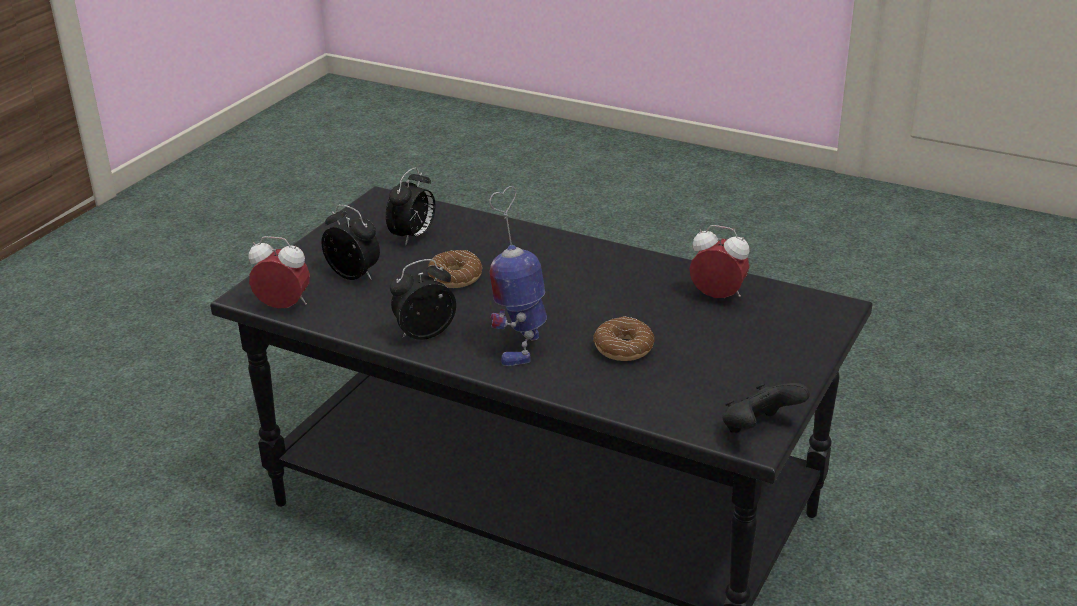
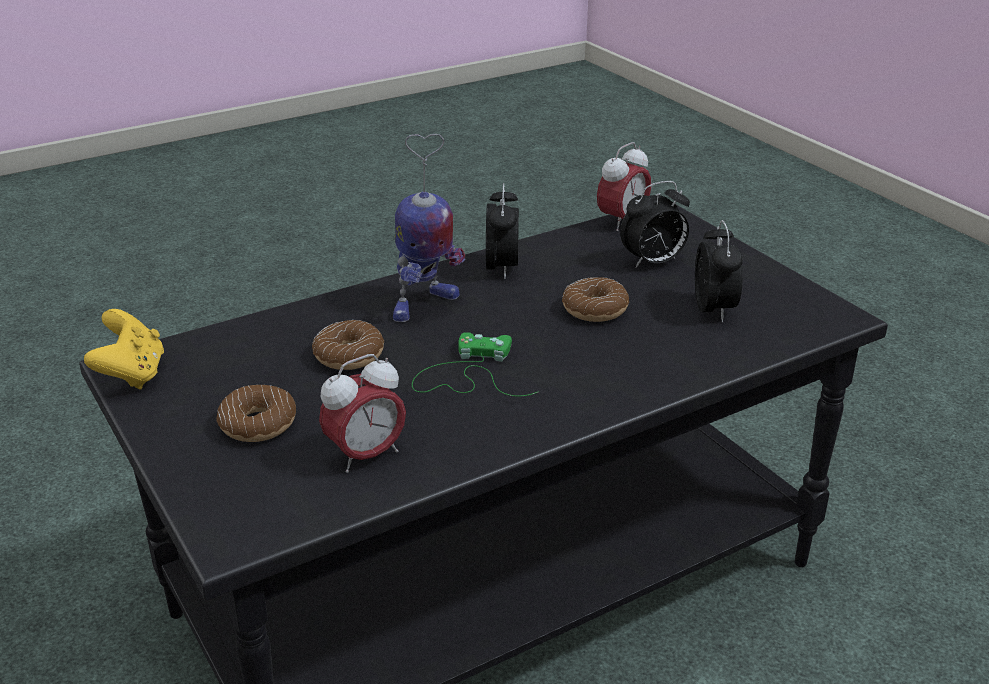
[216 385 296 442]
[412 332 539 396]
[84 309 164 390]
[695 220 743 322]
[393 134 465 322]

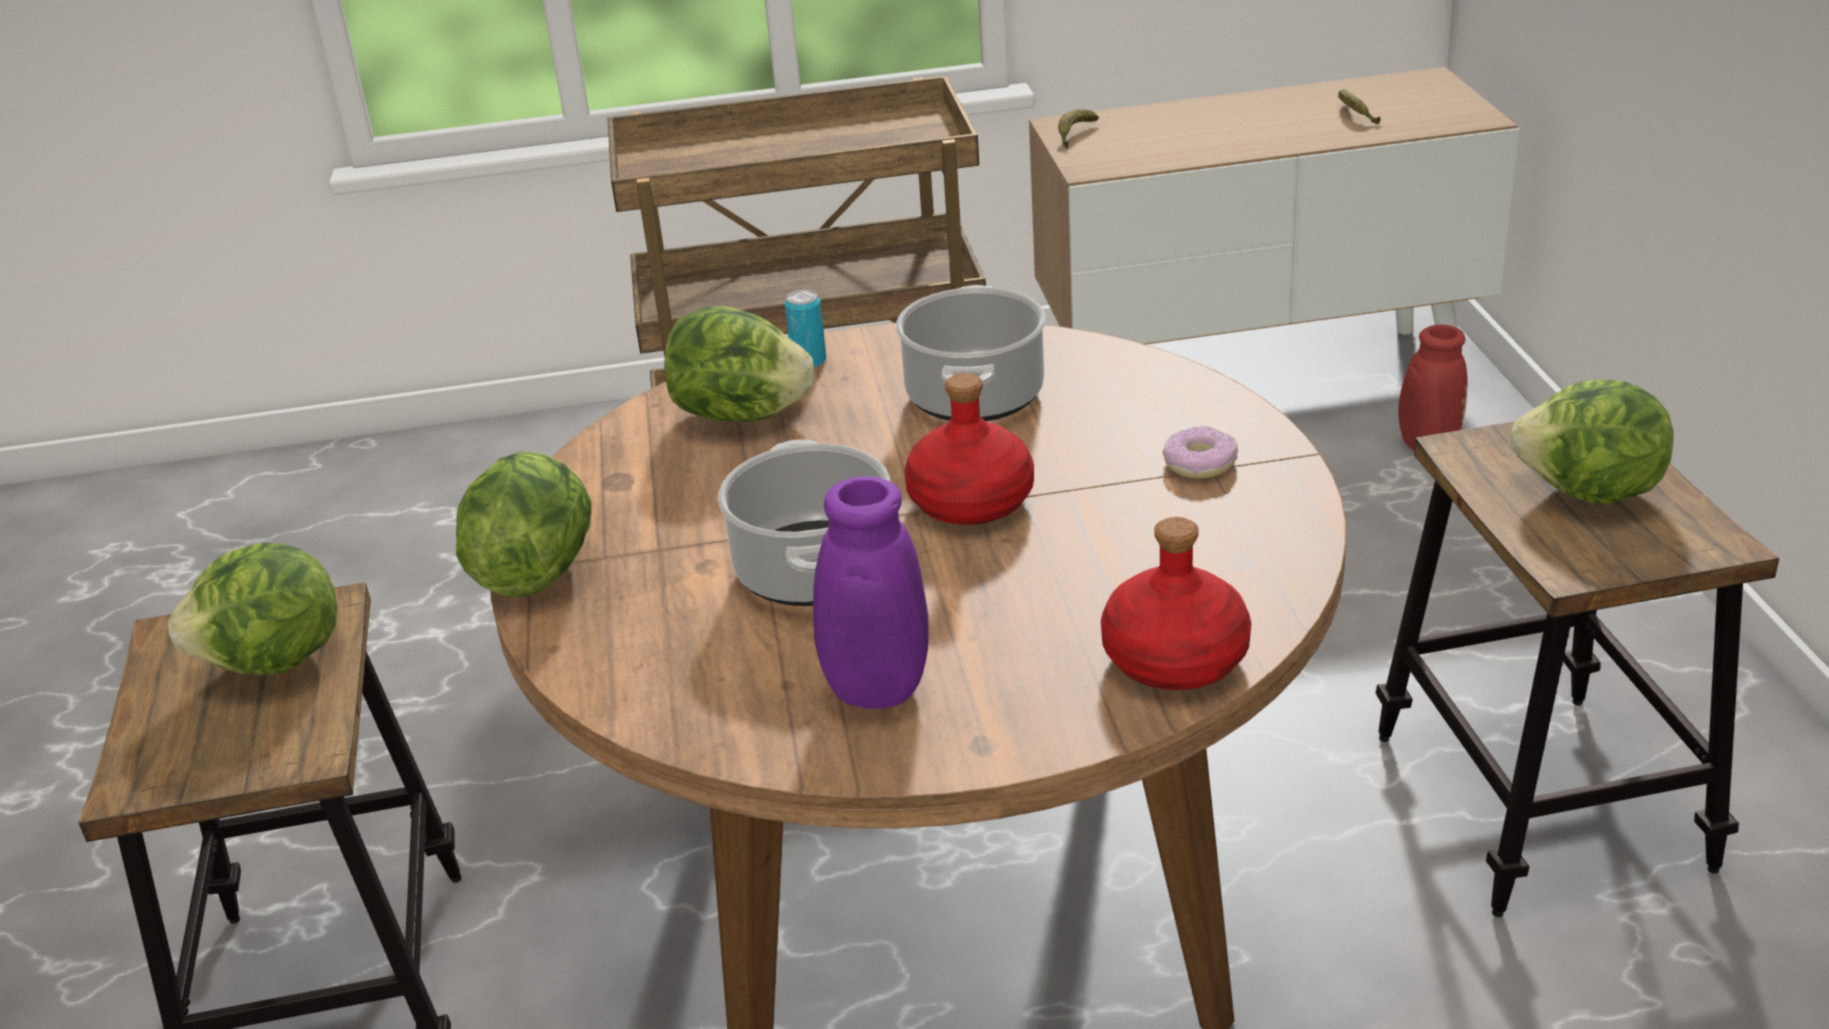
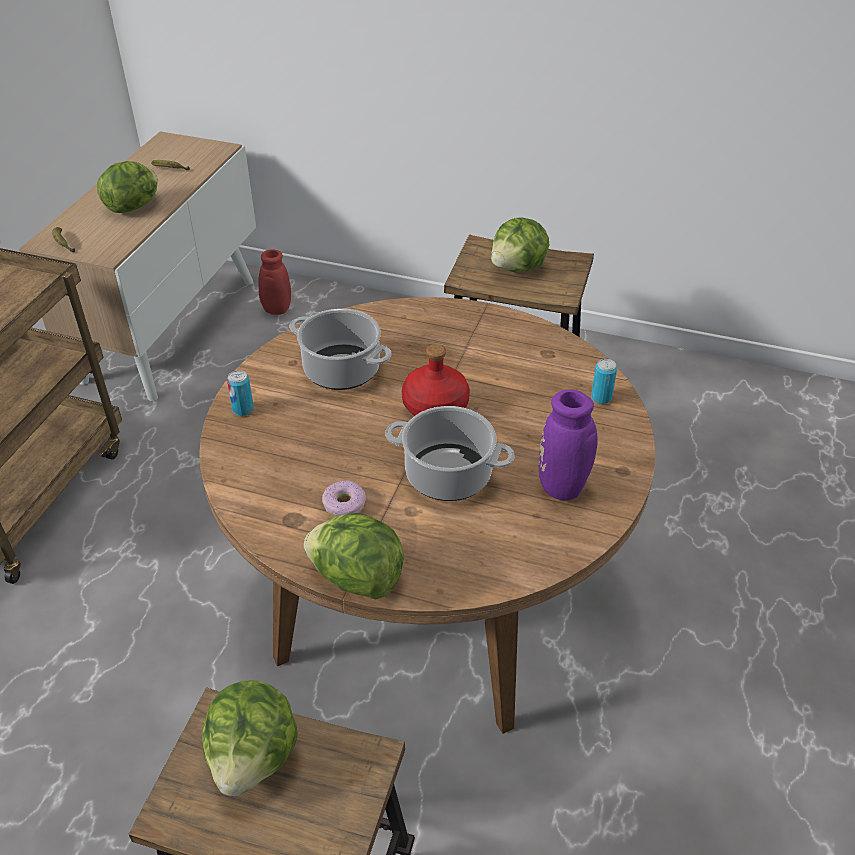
[97 161 158 213]
[322 480 366 516]
[591 359 617 404]

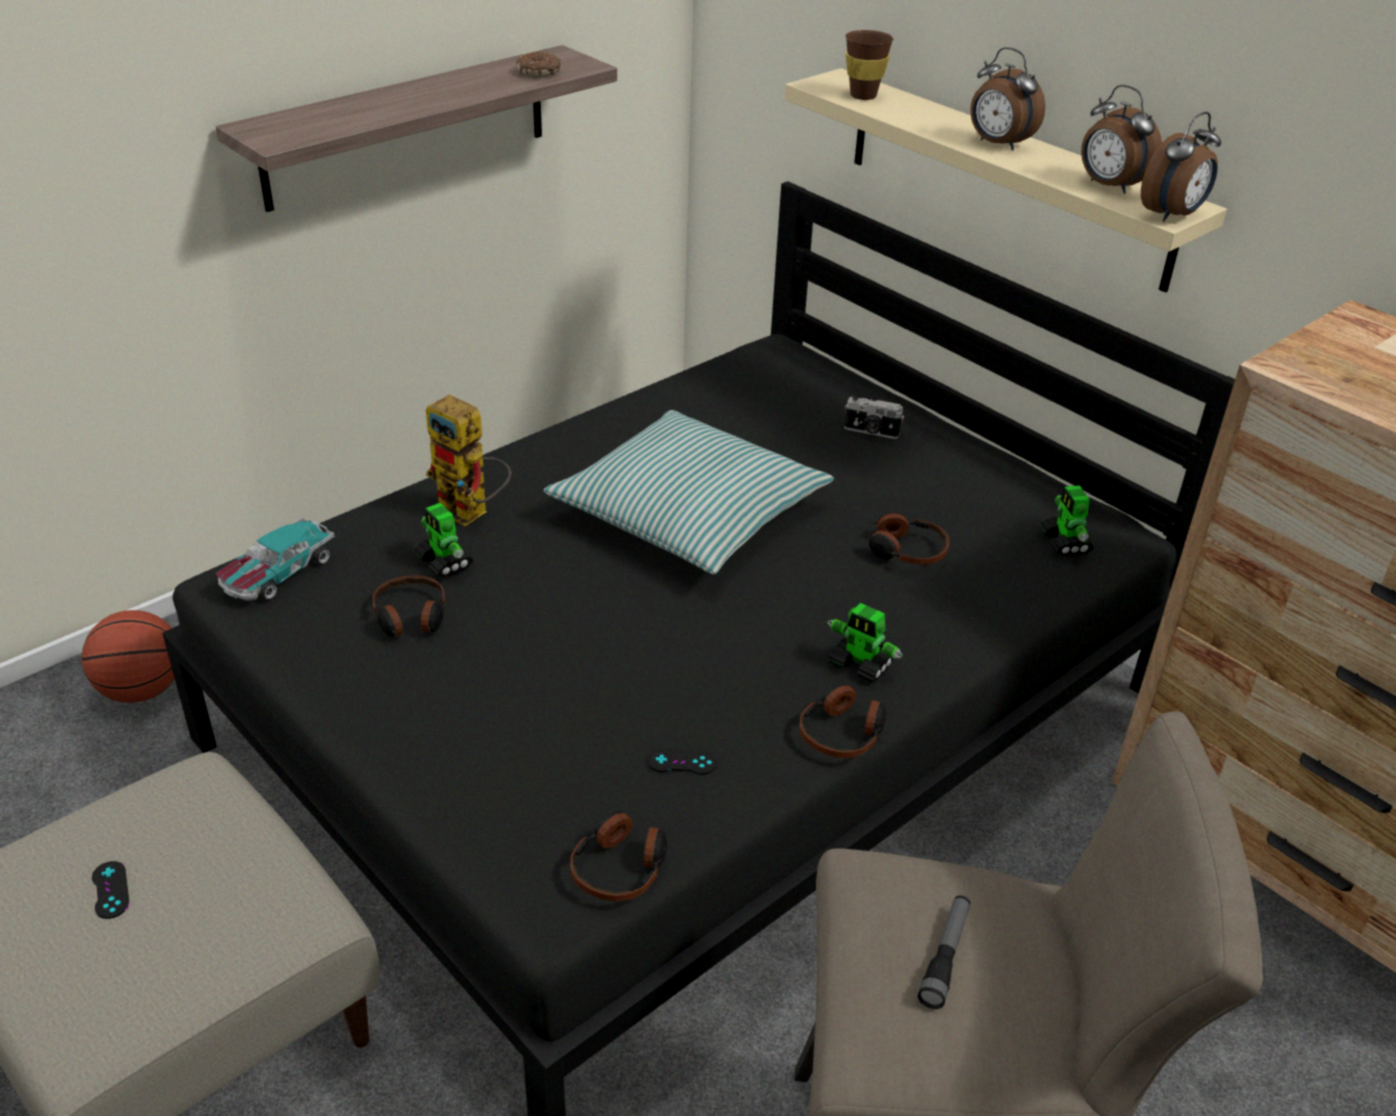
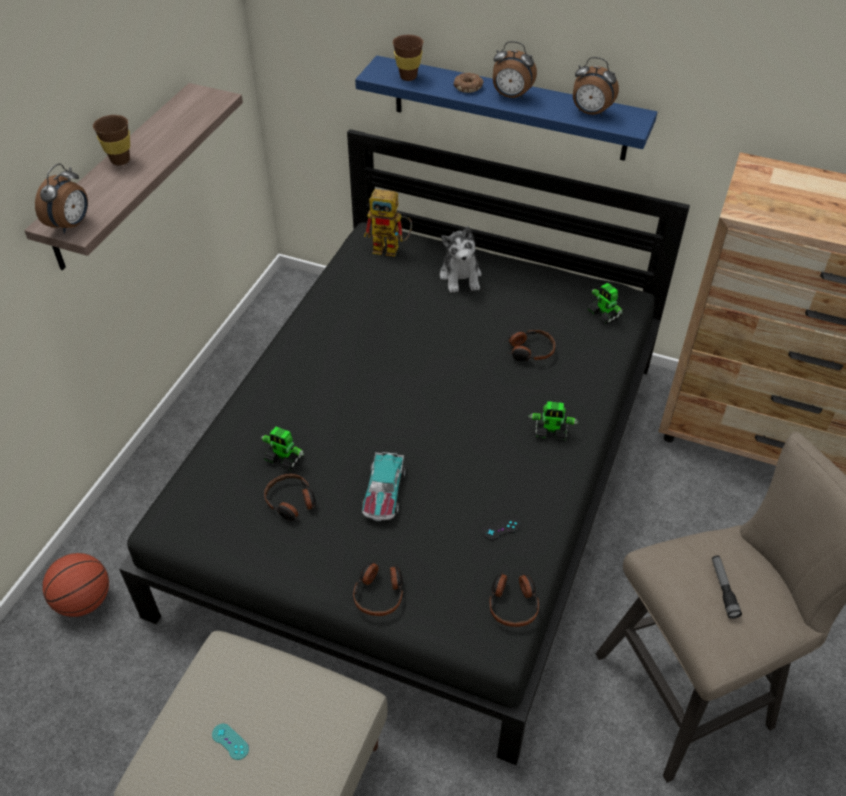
[544 410 834 574] (first image)
[93 115 130 165]
[362 452 406 521]
[364 189 412 257]
[454 73 484 93]
[353 560 403 616]
[35 164 88 233]
[440 226 482 293]
[212 724 249 760]
[355 55 657 161]

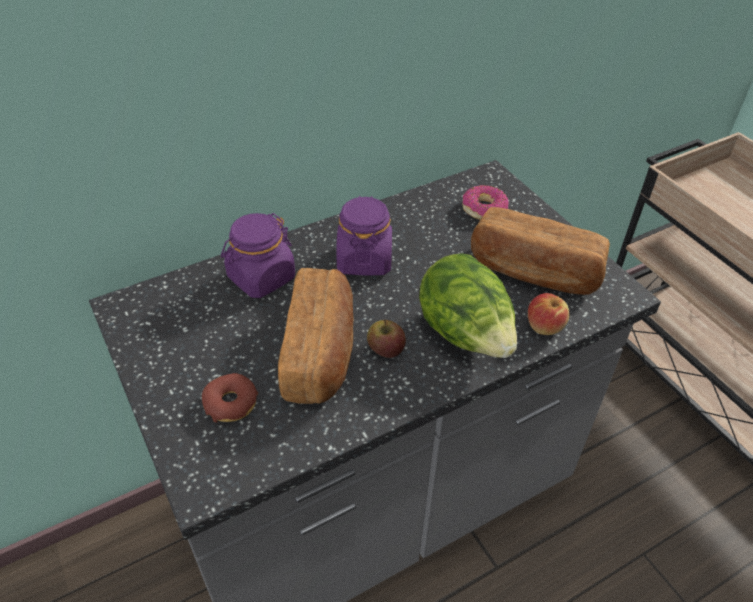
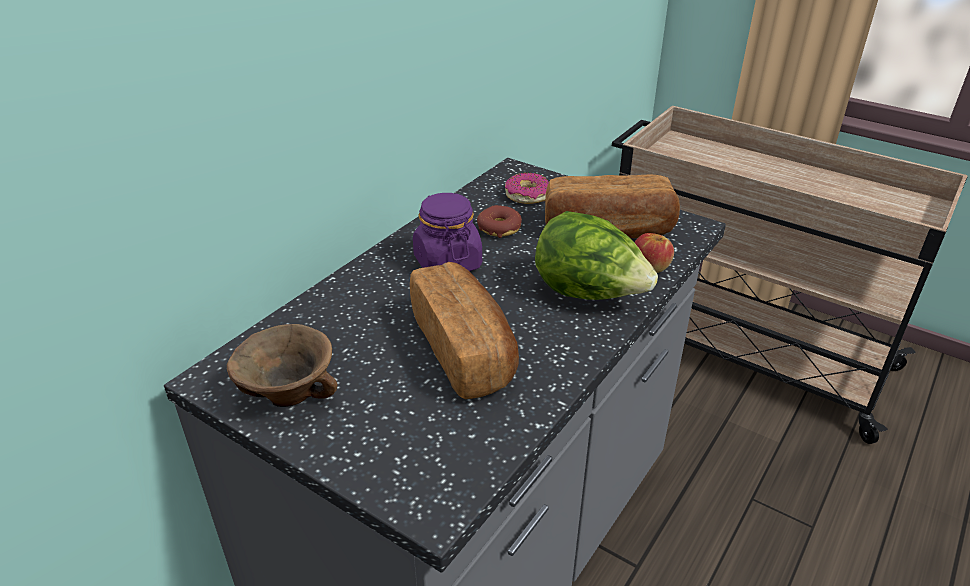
[221 213 295 298] (first image)
[367 319 406 358] (first image)
[227 324 337 407]
[477 205 522 238]

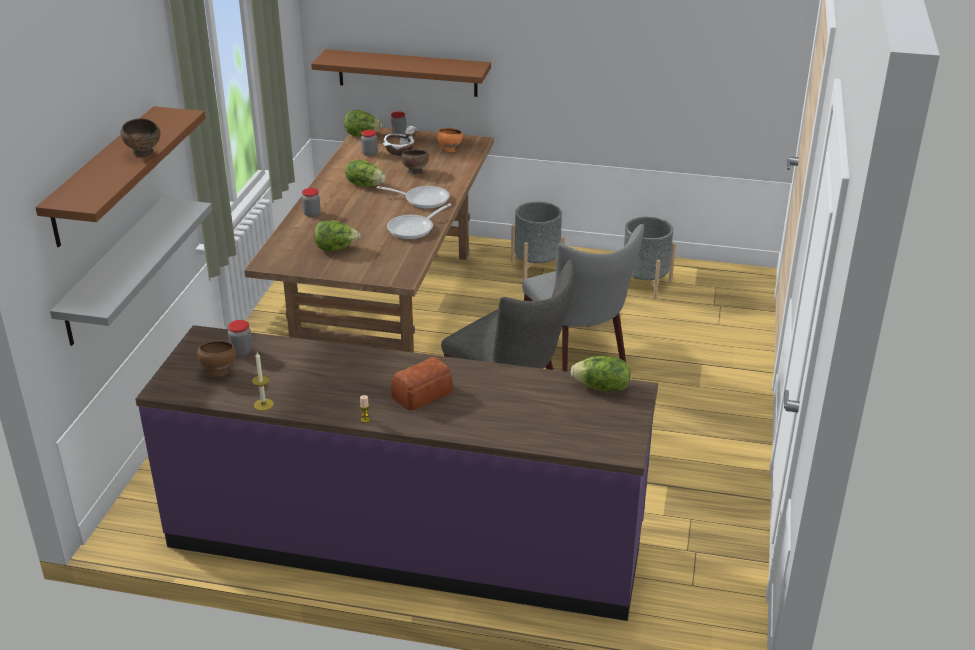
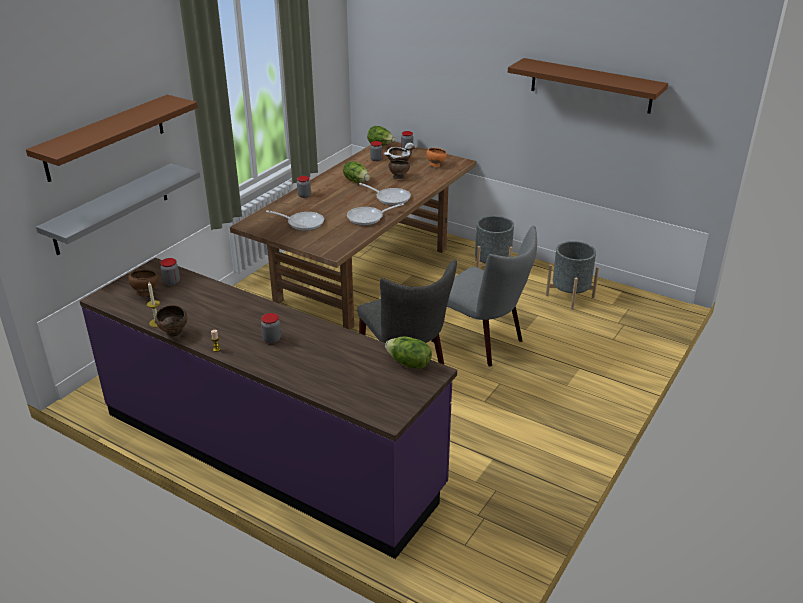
[155 305 187 337]
[508 58 668 114]
[266 210 324 231]
[261 313 281 343]
[431 225 537 367]

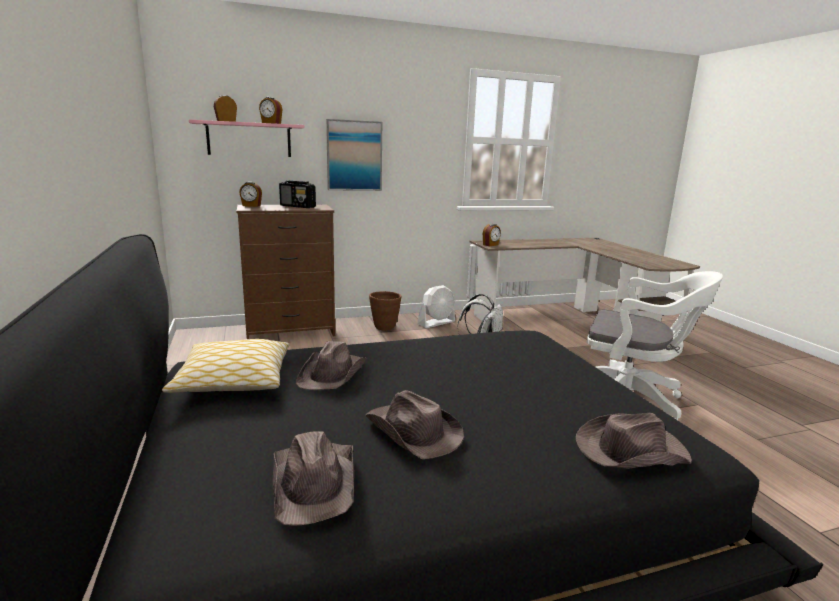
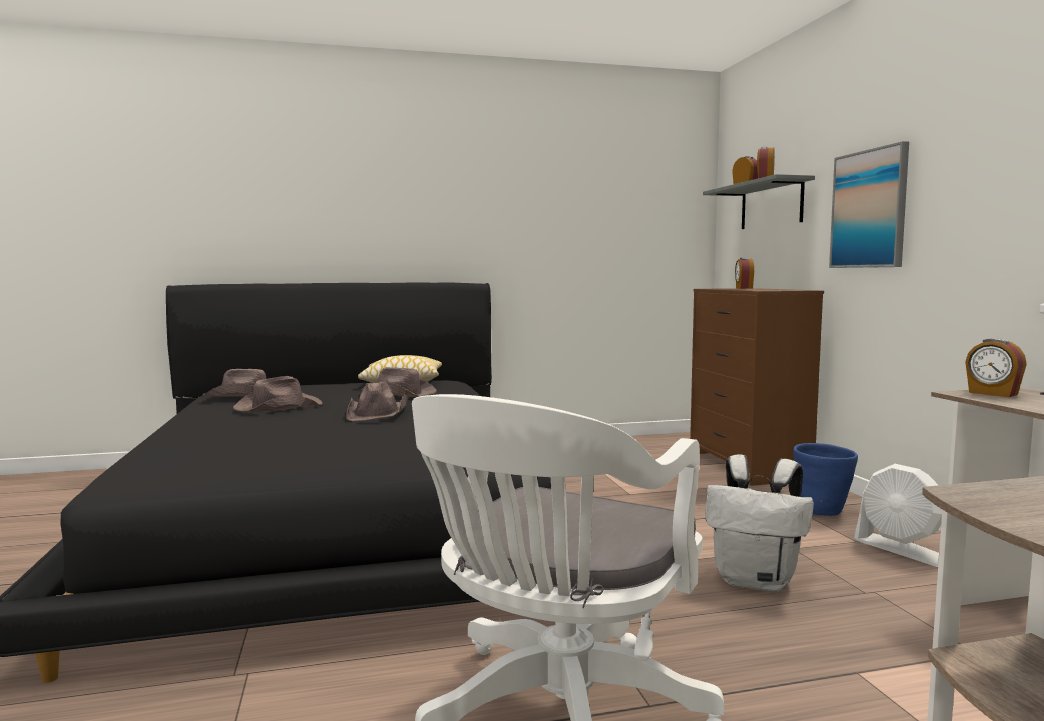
[279 180 316 208] (first image)
[346 382 409 421]
[703 174 815 229]
[793 443 858 516]

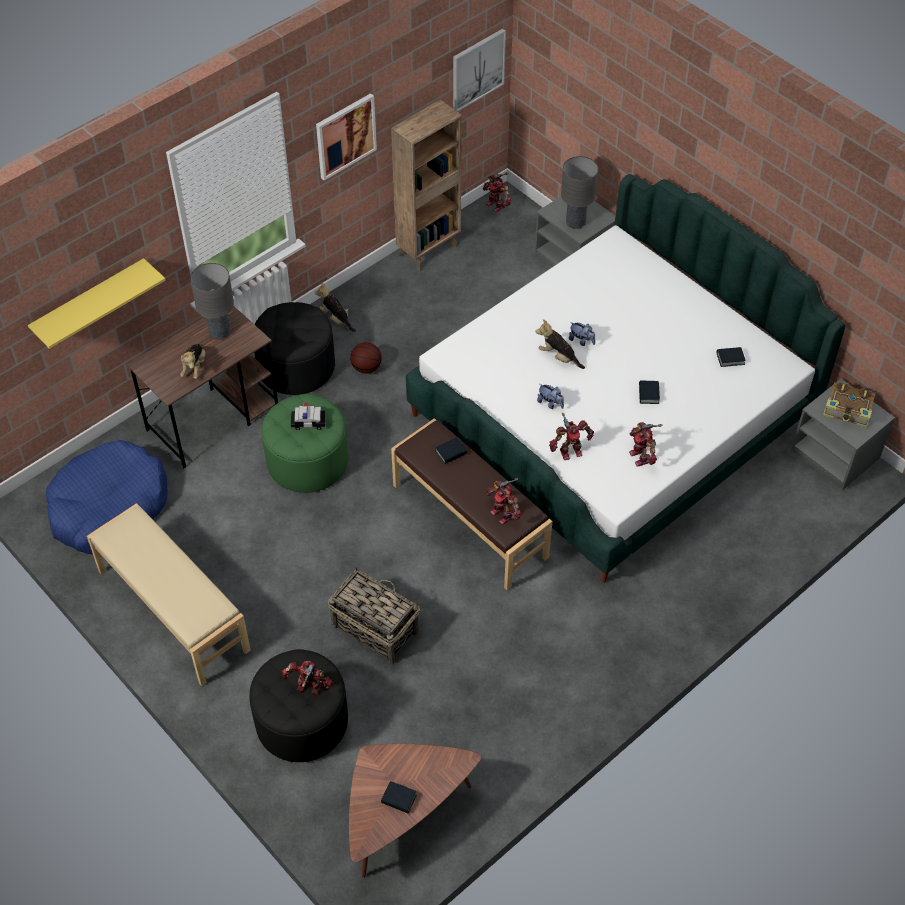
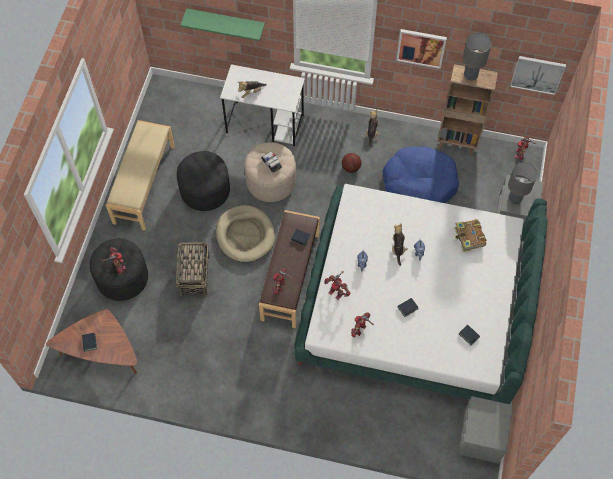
[216 205 275 262]
[382 146 459 203]
[463 33 492 81]
[177 151 230 211]
[455 219 486 252]
[180 8 265 41]
[220 64 305 146]
[245 142 296 202]

